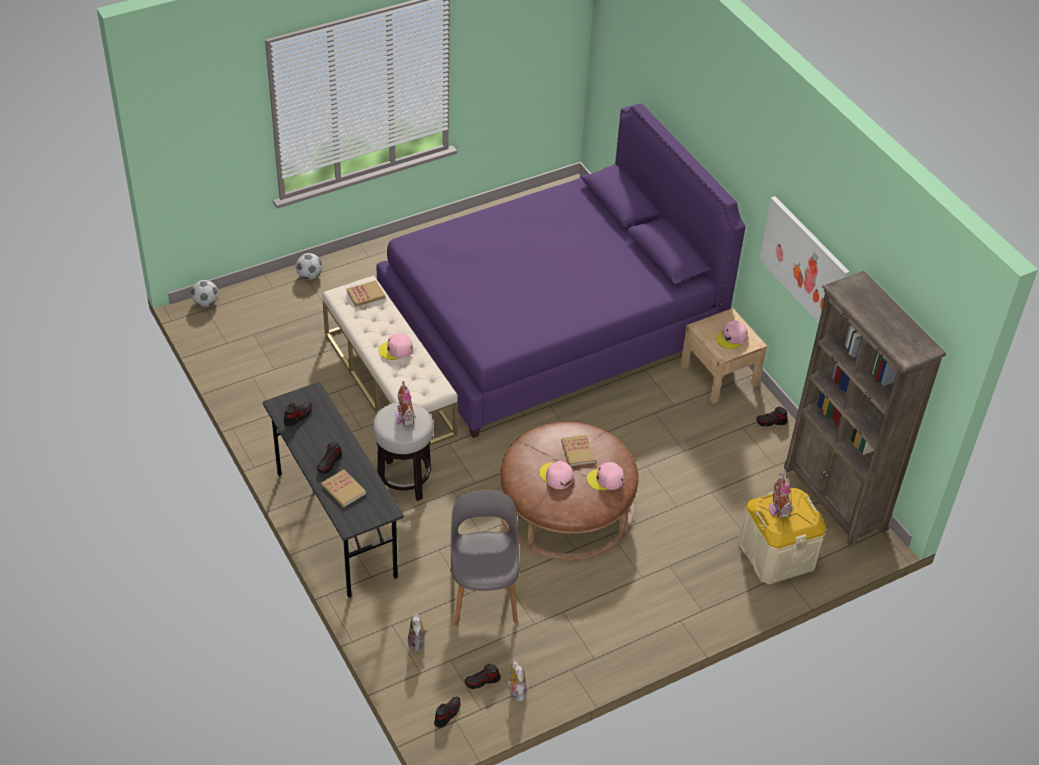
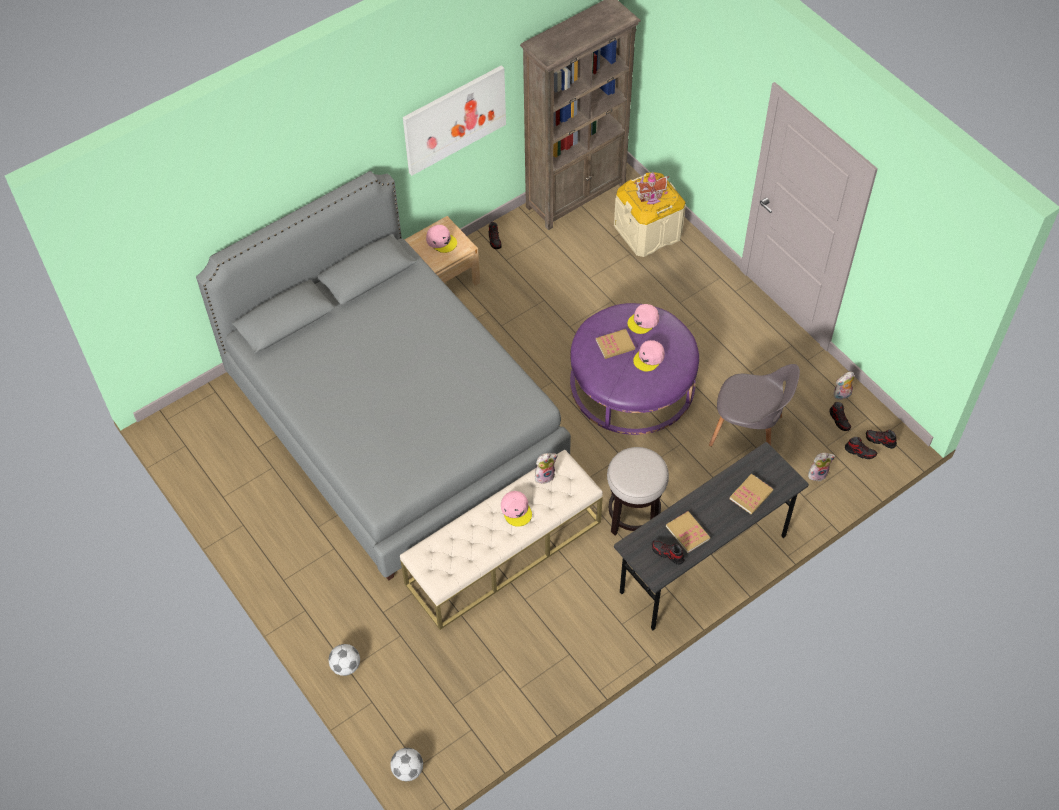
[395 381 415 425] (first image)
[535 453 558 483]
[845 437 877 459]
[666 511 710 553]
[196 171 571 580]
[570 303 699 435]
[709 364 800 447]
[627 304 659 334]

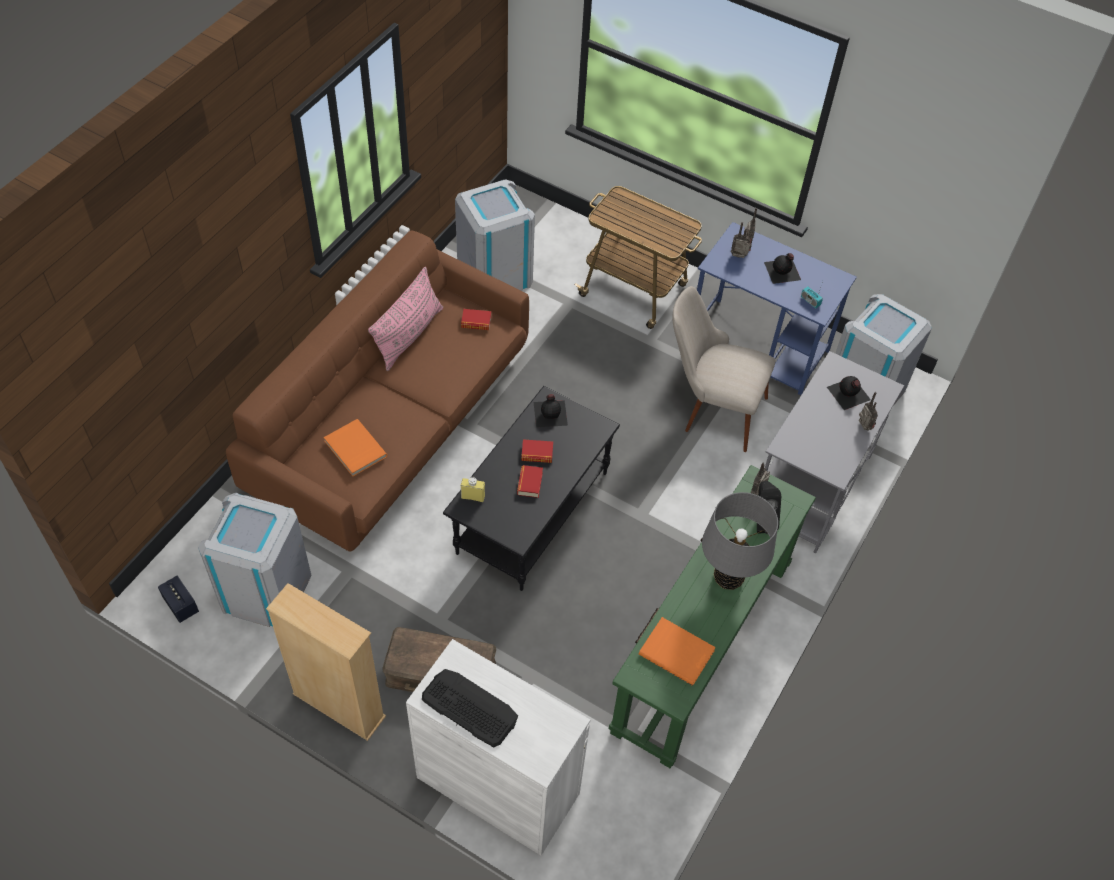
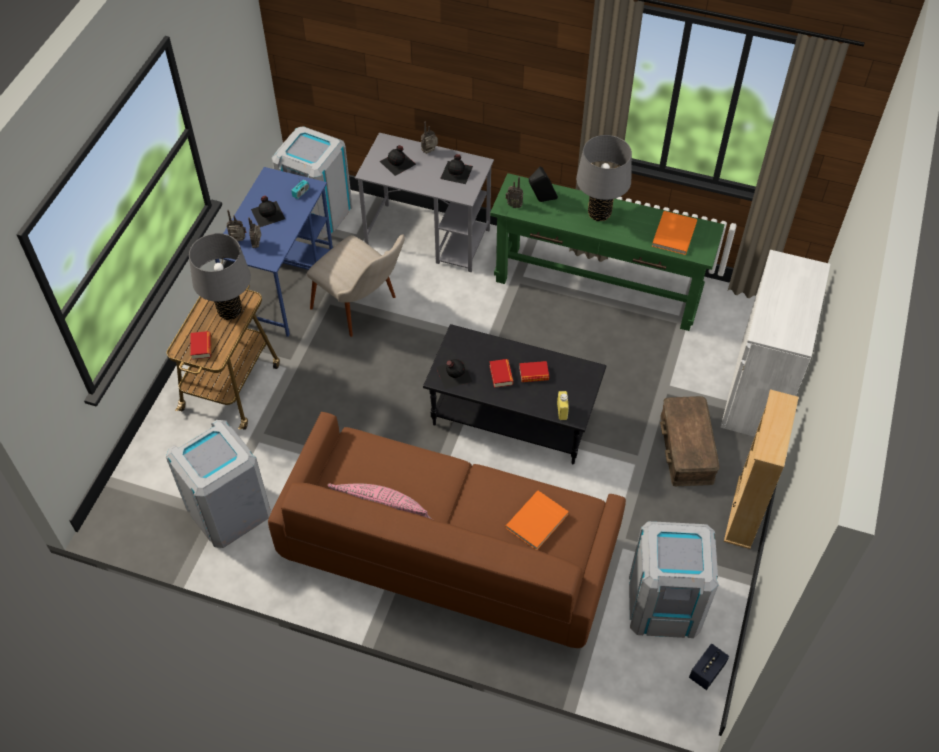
[422 669 518 747] (first image)
[189 233 251 320]
[440 154 473 184]
[190 331 211 360]
[307 234 405 337]

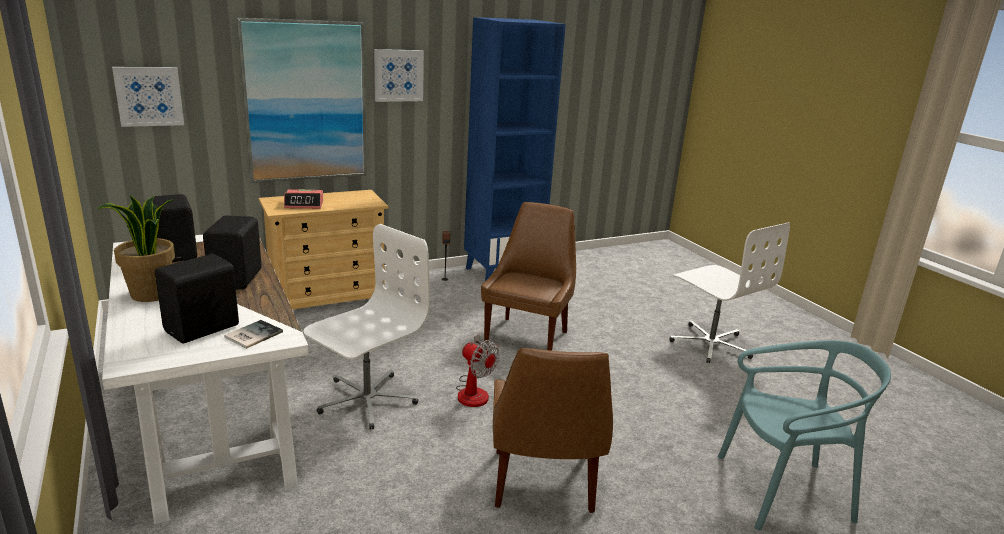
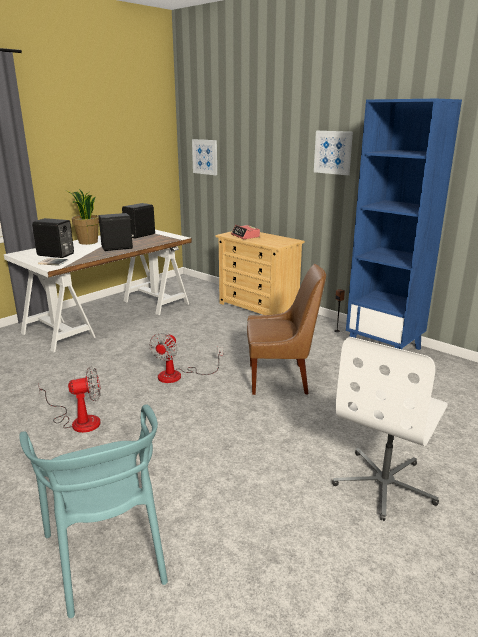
[237 18 367 183] (first image)
[304 224 430 430] (first image)
[38 367 101 433]

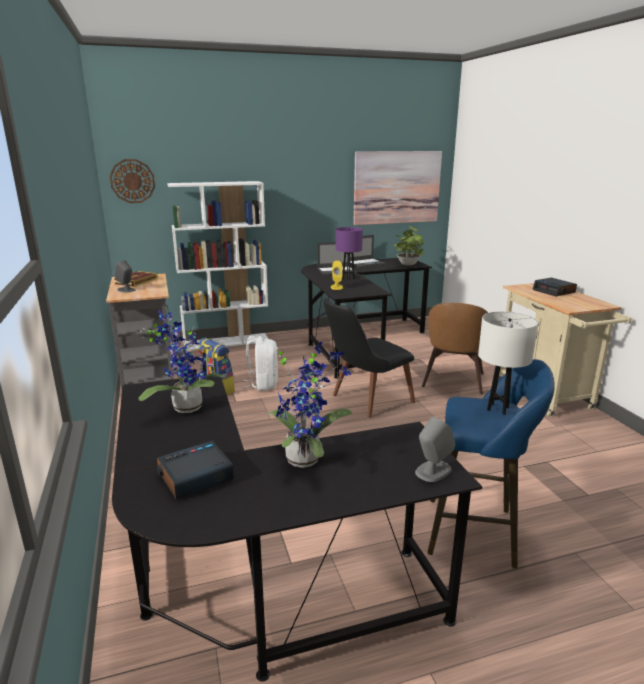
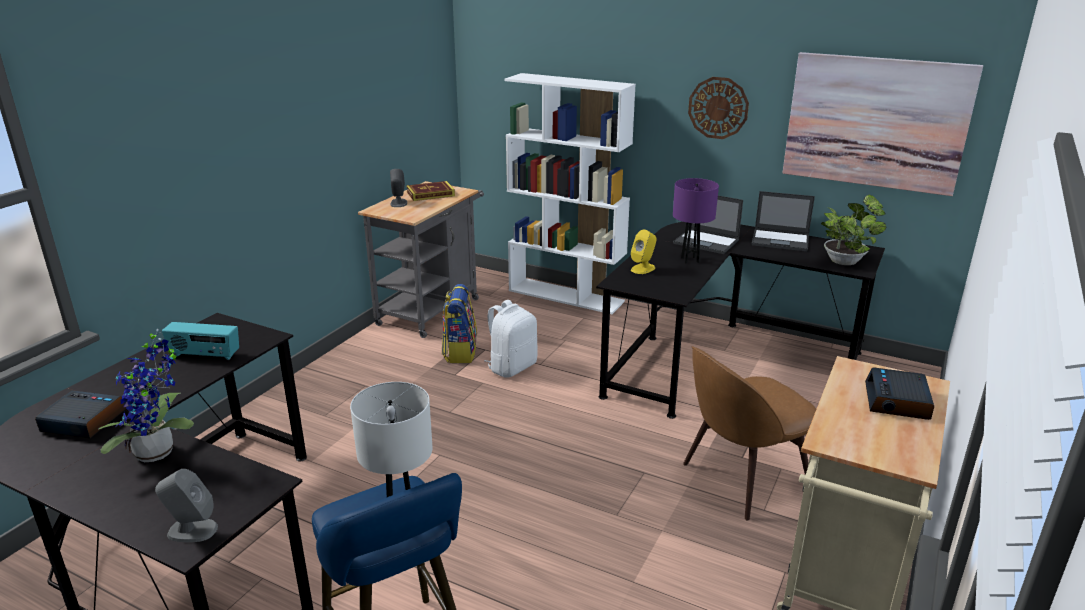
[324 298 415 418] (first image)
[688 77 749 139]
[162 322 239 360]

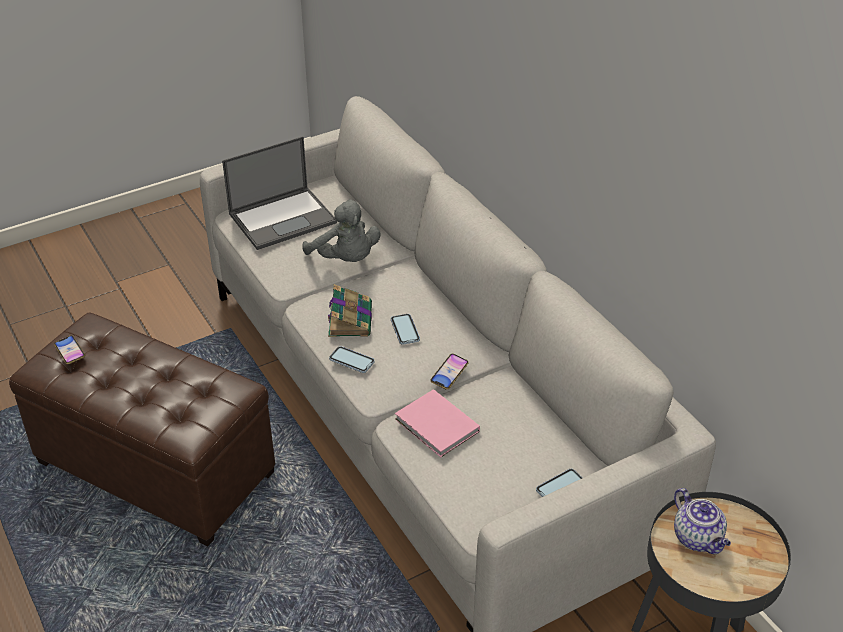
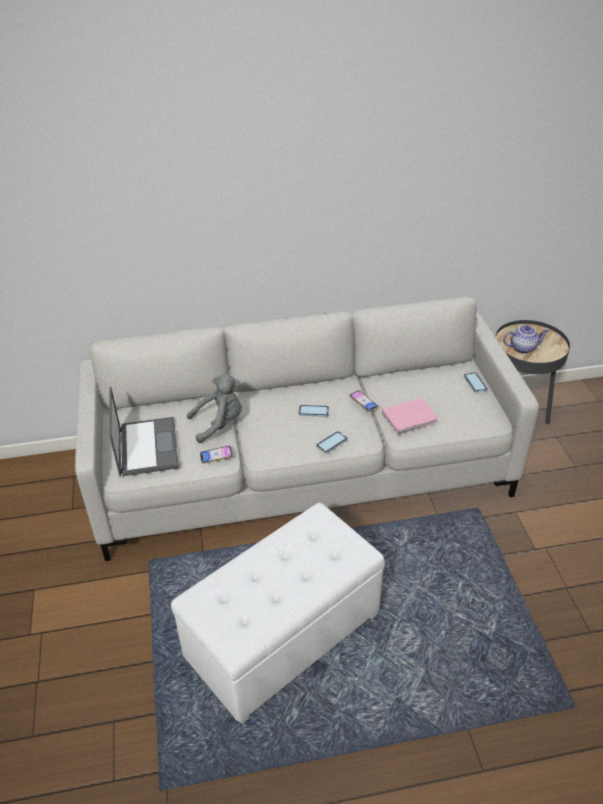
[328 284 372 337] (first image)
[200 446 233 464]
[171 503 385 724]

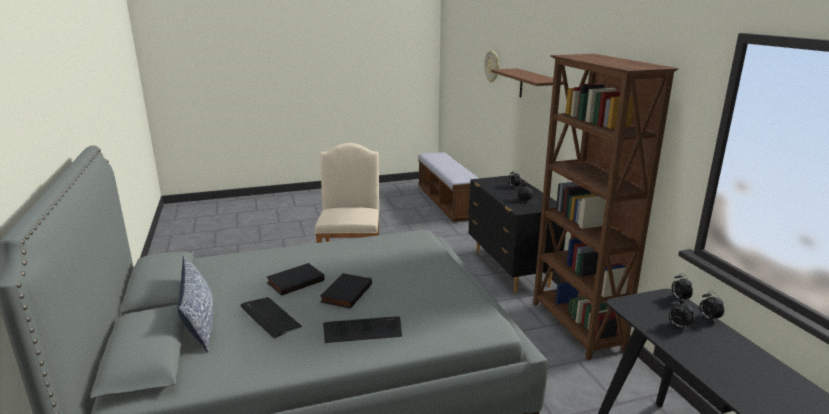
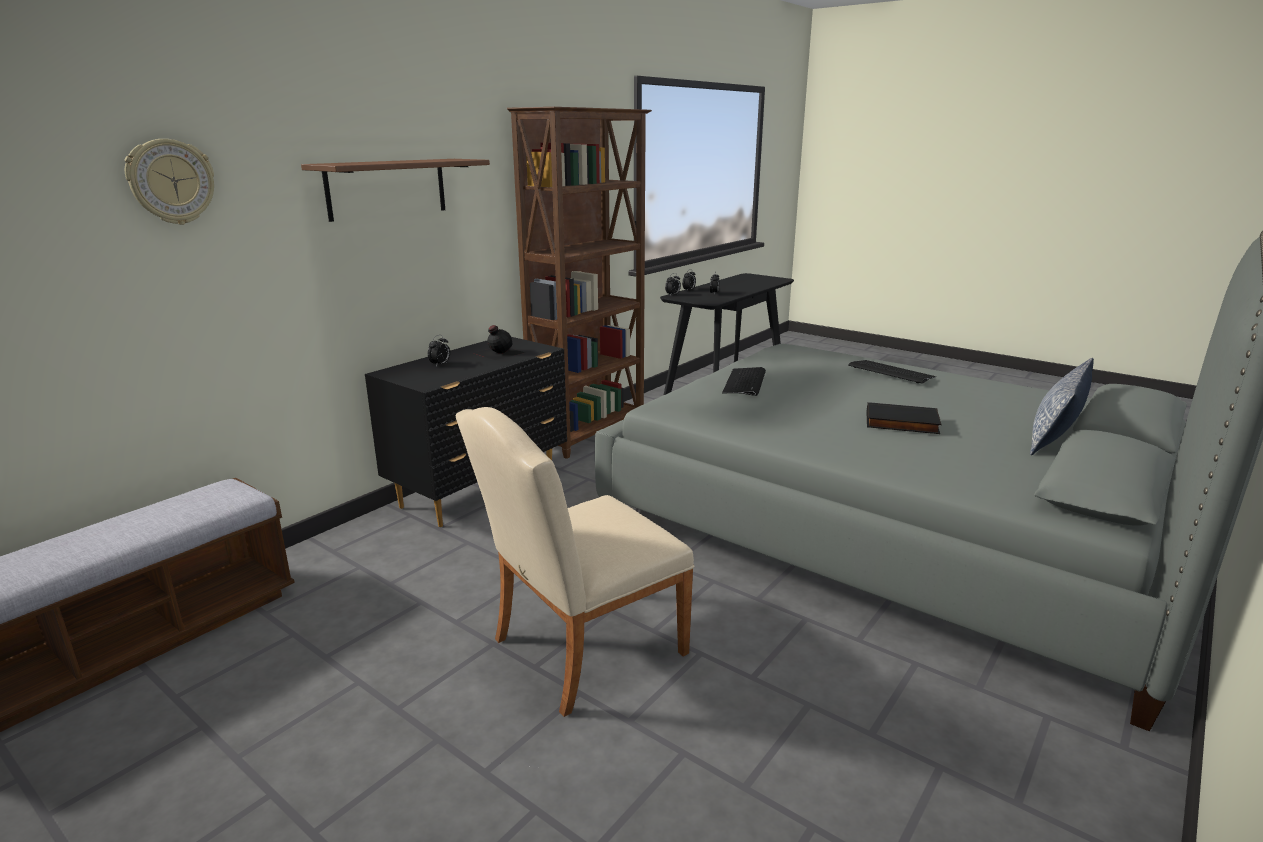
[320 273 372 309] (first image)
[722 367 766 396]

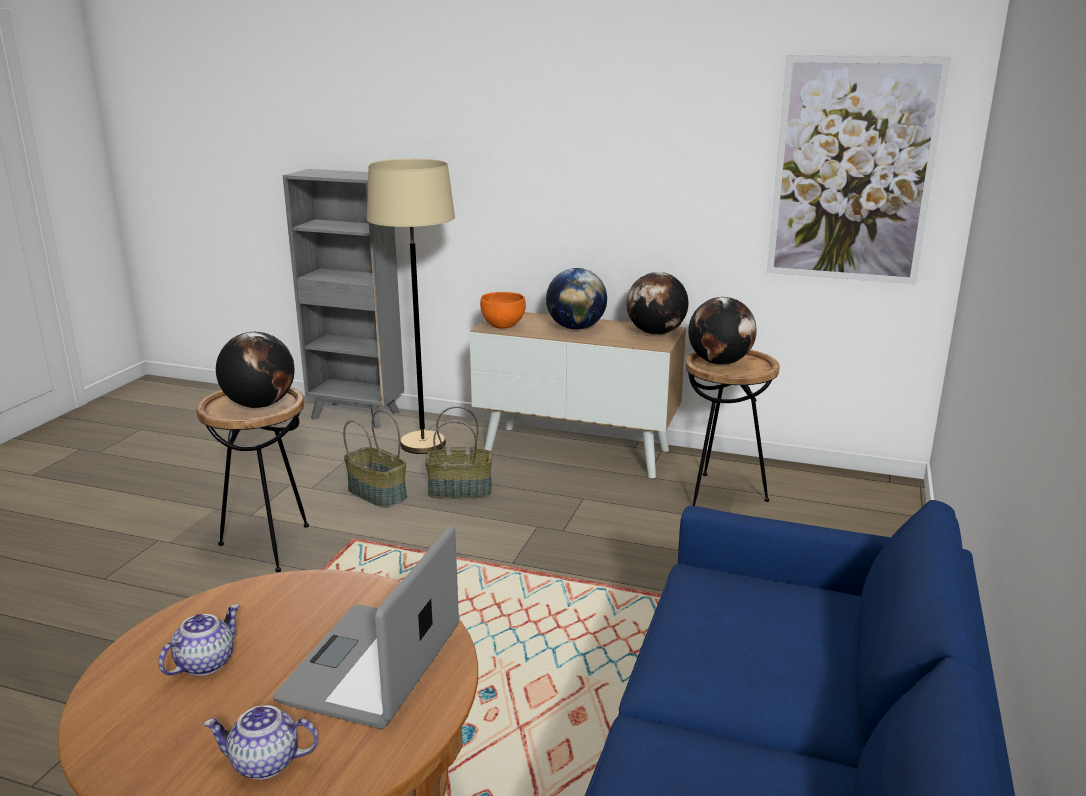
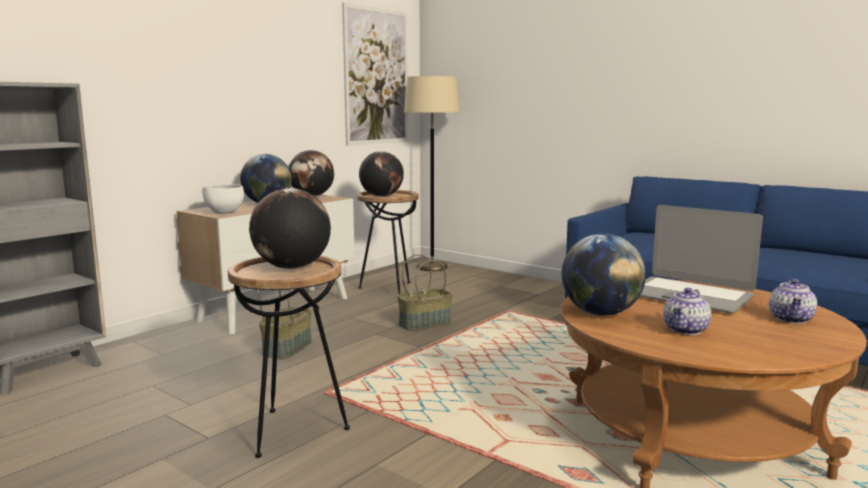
[562 233 646 316]
[397 254 453 331]
[404 76 460 271]
[202 184 244 214]
[663 288 711 335]

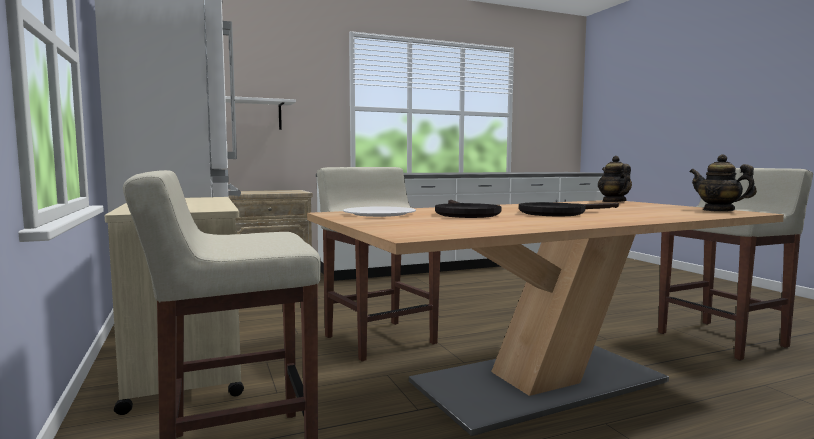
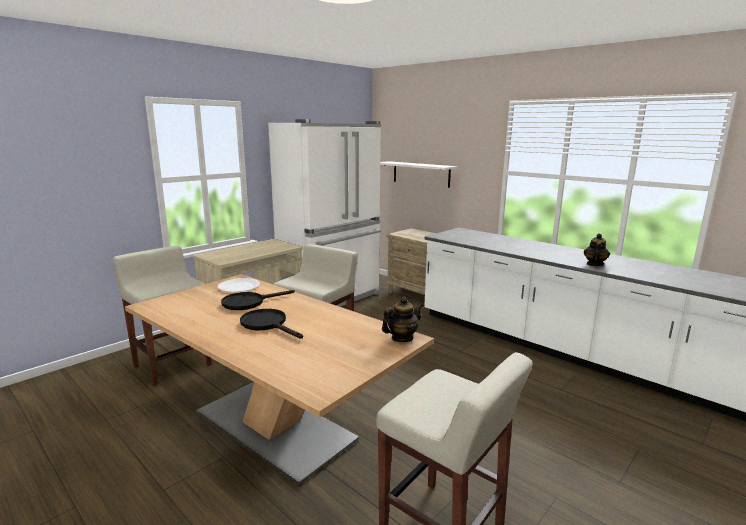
[584 234 610 266]

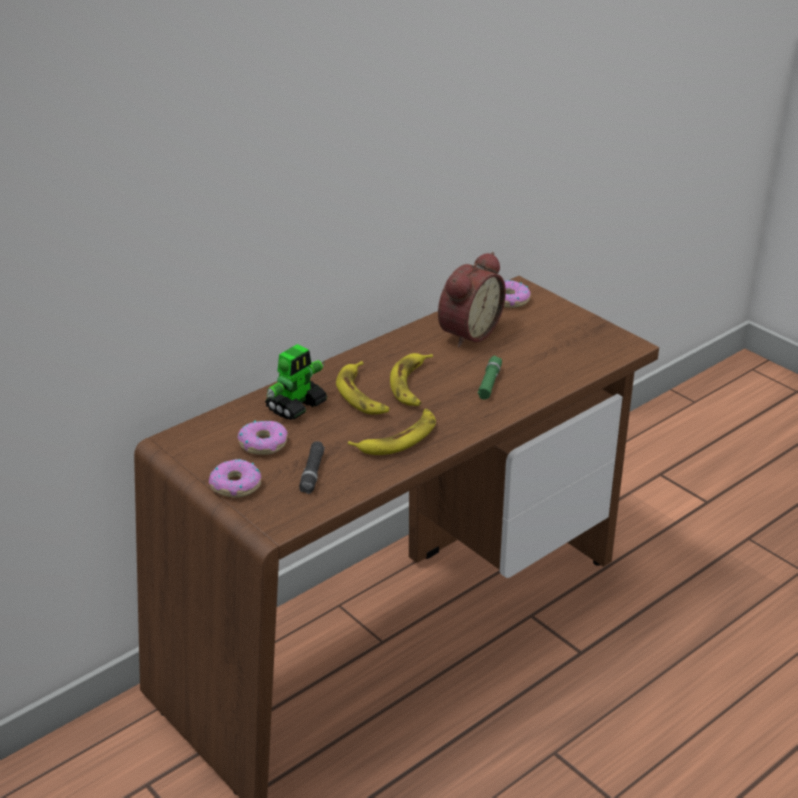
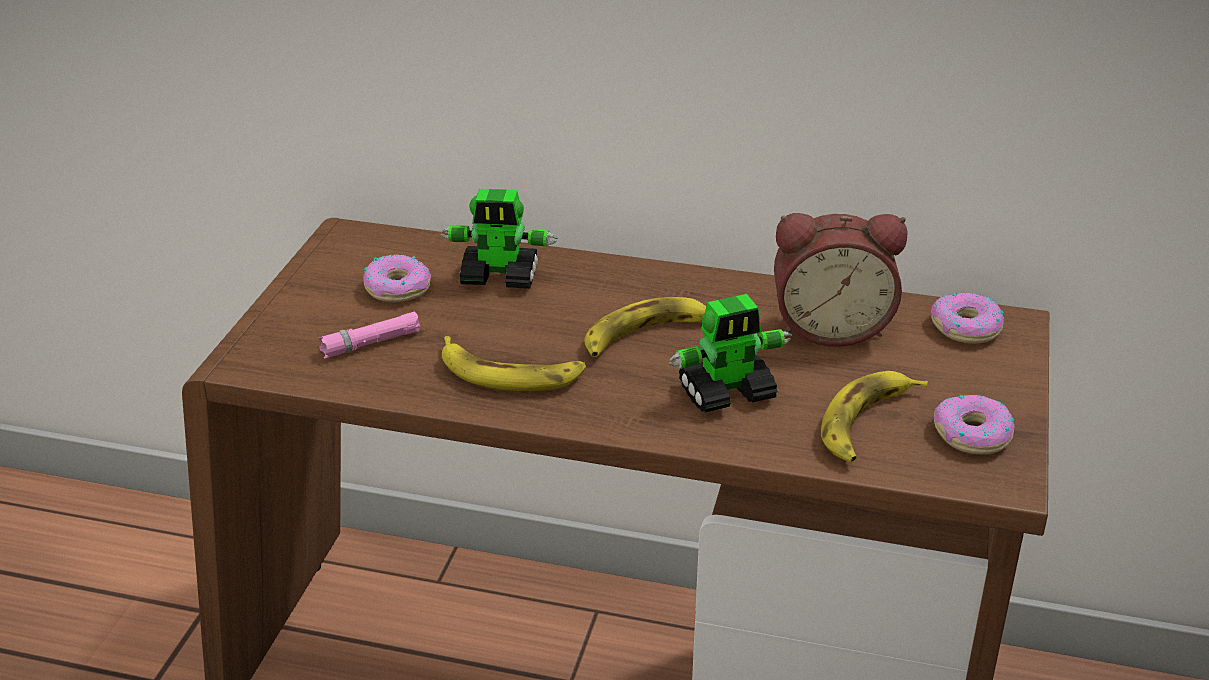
[934 395 1015 455]
[821 371 928 462]
[668 294 792 413]
[318 312 421 358]

